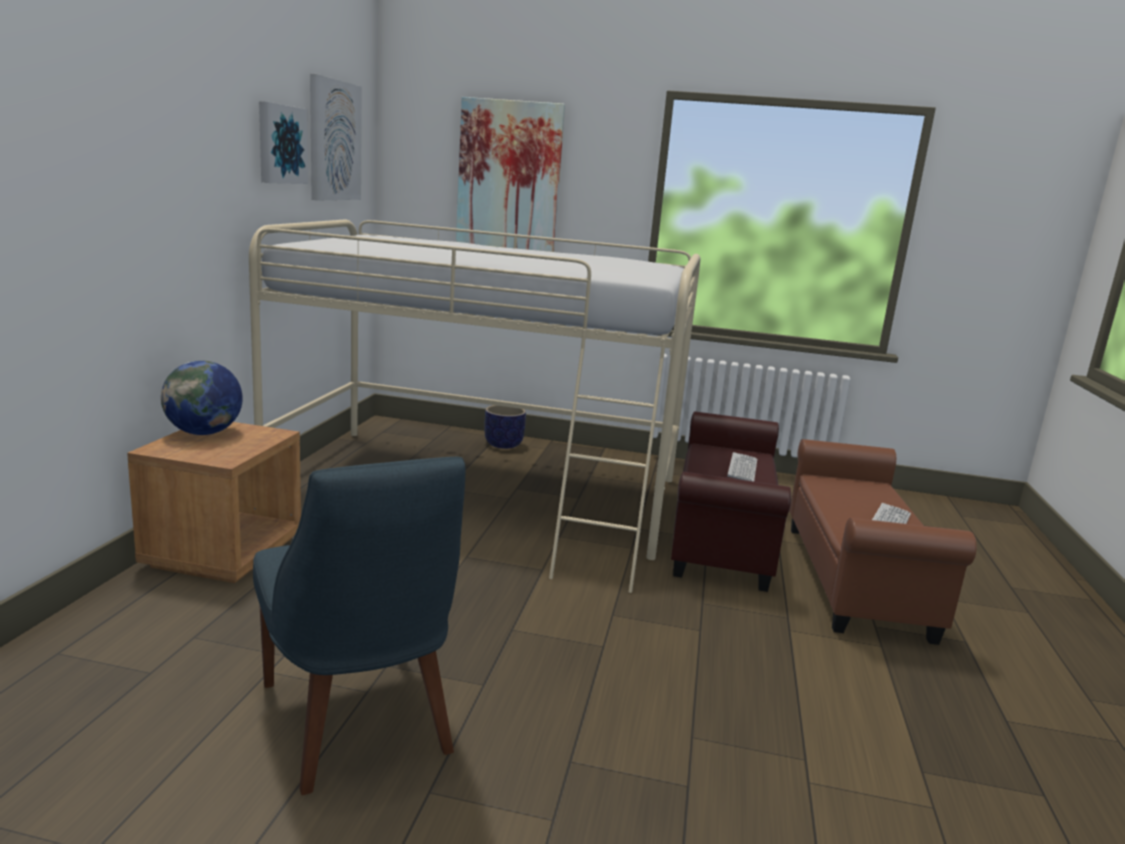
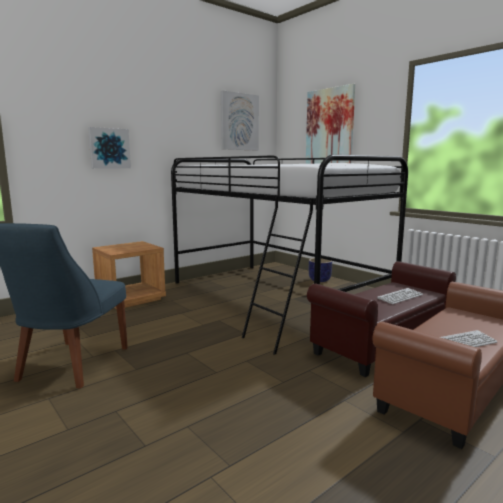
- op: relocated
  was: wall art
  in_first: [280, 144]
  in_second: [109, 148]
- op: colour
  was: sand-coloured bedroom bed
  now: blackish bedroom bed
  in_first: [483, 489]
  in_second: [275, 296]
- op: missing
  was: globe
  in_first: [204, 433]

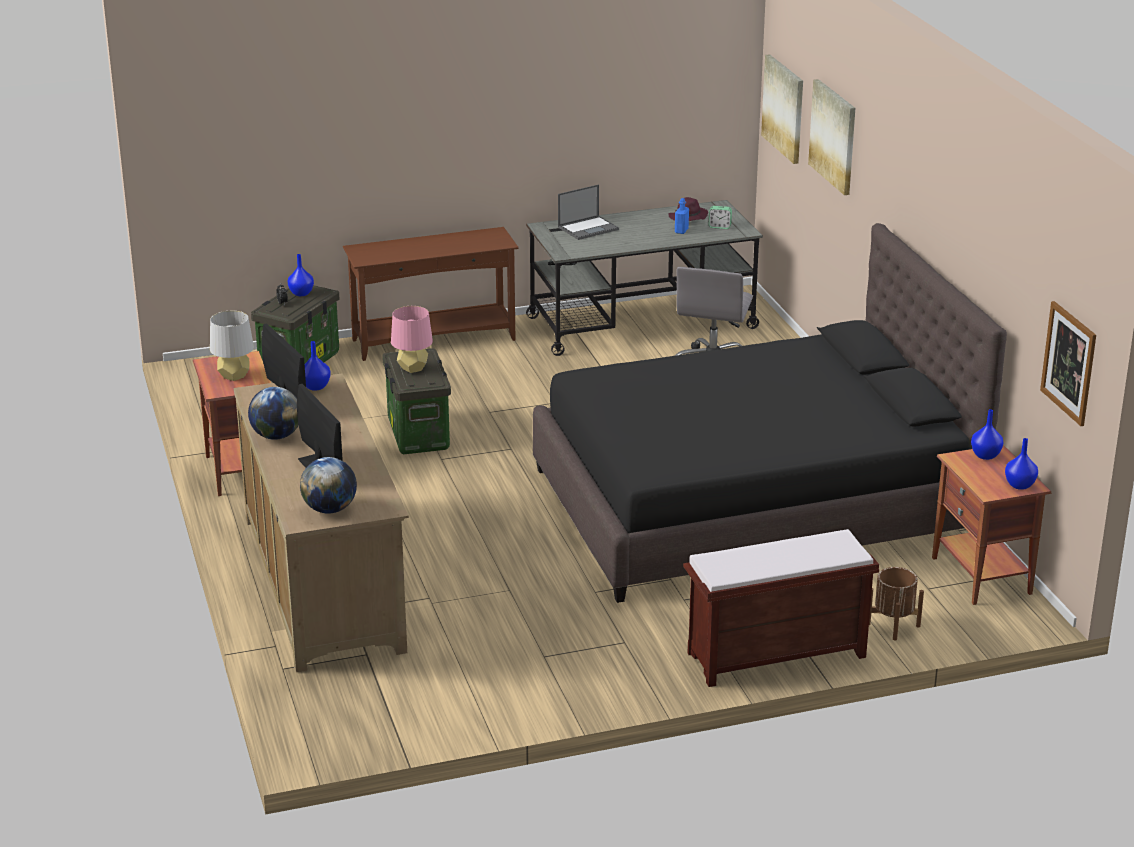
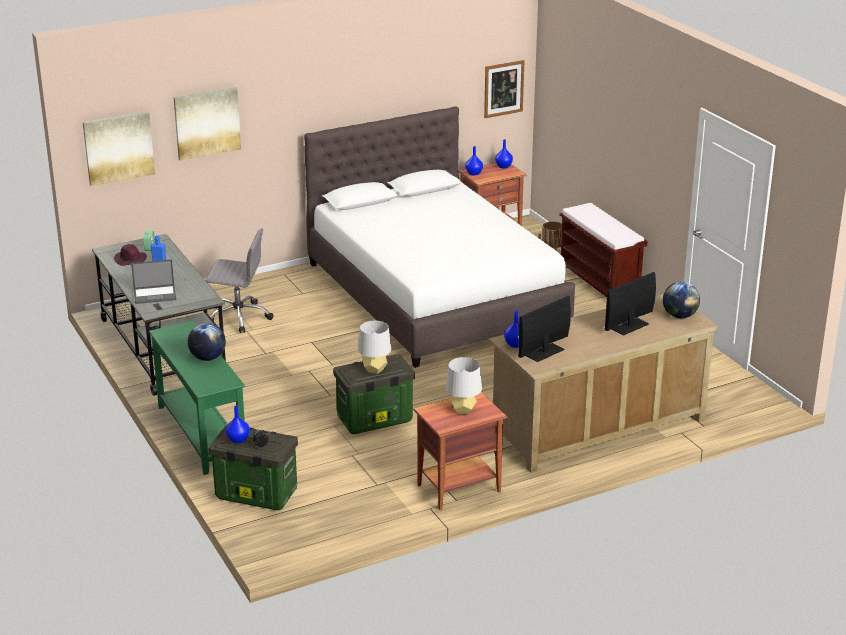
- op: spun
  was: portable computer
  in_first: [588, 228]
  in_second: [155, 294]
  clockwise: 120
- op: colour
  was: blackish bedroom bed
  now: white-coloured bedroom bed
  in_first: [754, 504]
  in_second: [435, 294]
- op: colour
  was: brown-coloured hall table
  now: greenish hall table
  in_first: [434, 339]
  in_second: [201, 434]
- op: colour
  was: pink lamp for a table
  now: gray lamp for a table
  in_first: [412, 368]
  in_second: [375, 370]
- op: relocated
  was: globe
  in_first: [276, 436]
  in_second: [208, 358]

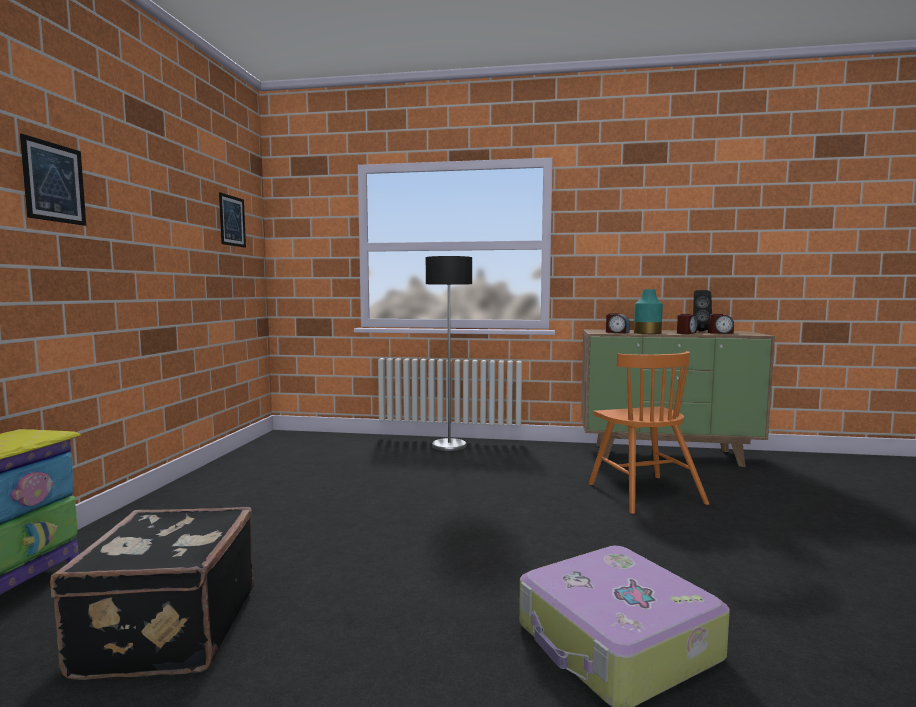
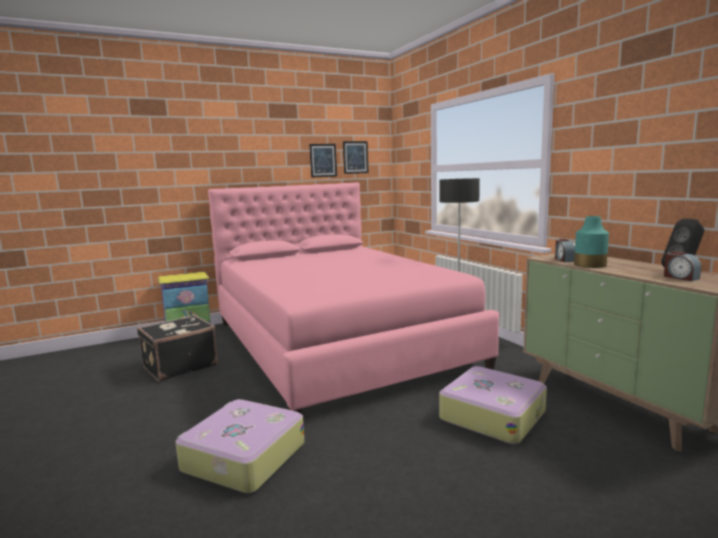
- op: relocated
  was: wall art
  in_first: [54, 182]
  in_second: [323, 160]
- op: missing
  was: table clock
  in_first: [686, 333]
- op: exchanged
  was: orangey plain chair
  now: suitcase
  in_first: [642, 491]
  in_second: [492, 415]
- op: appeared
  now: pink bedroom bed
  in_second: [337, 342]

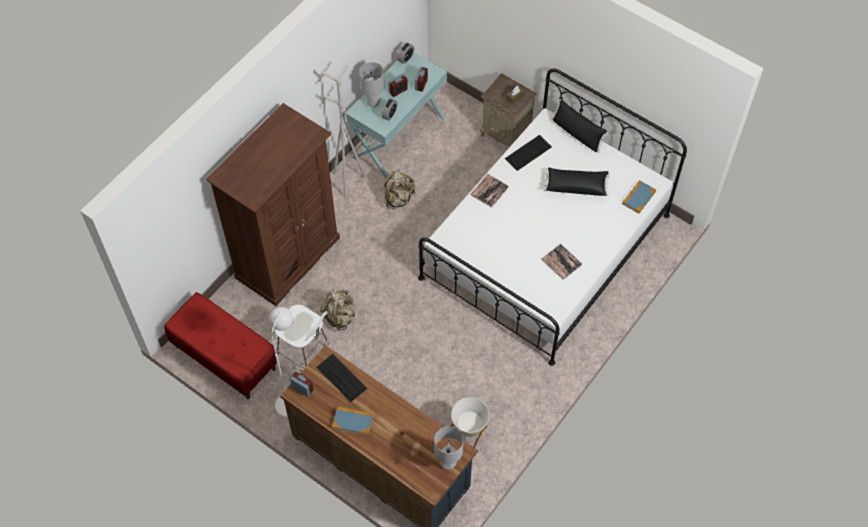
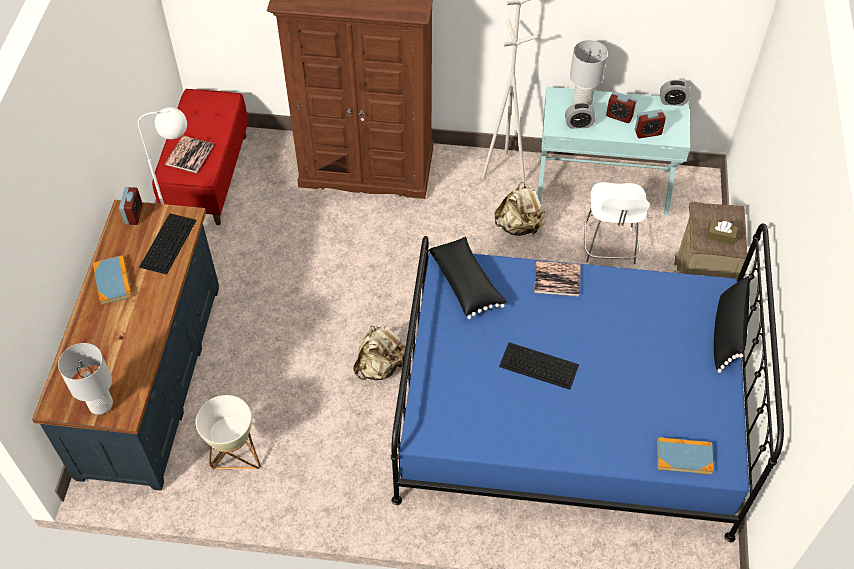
- op: colour
  was: white-coloured bedroom bed
  now: bluish bedroom bed
  in_first: [545, 246]
  in_second: [567, 410]
- op: relocated
  was: PC keyboard
  in_first: [528, 153]
  in_second: [538, 365]
- op: relocated
  was: blackish pillow
  in_first: [576, 186]
  in_second: [466, 283]
- op: relocated
  was: bound book
  in_first: [561, 262]
  in_second: [189, 155]
- op: relocated
  was: sand-coloured backpack
  in_first: [340, 316]
  in_second: [380, 366]
- op: relocated
  was: white-coloured sitting stool
  in_first: [305, 352]
  in_second: [608, 250]

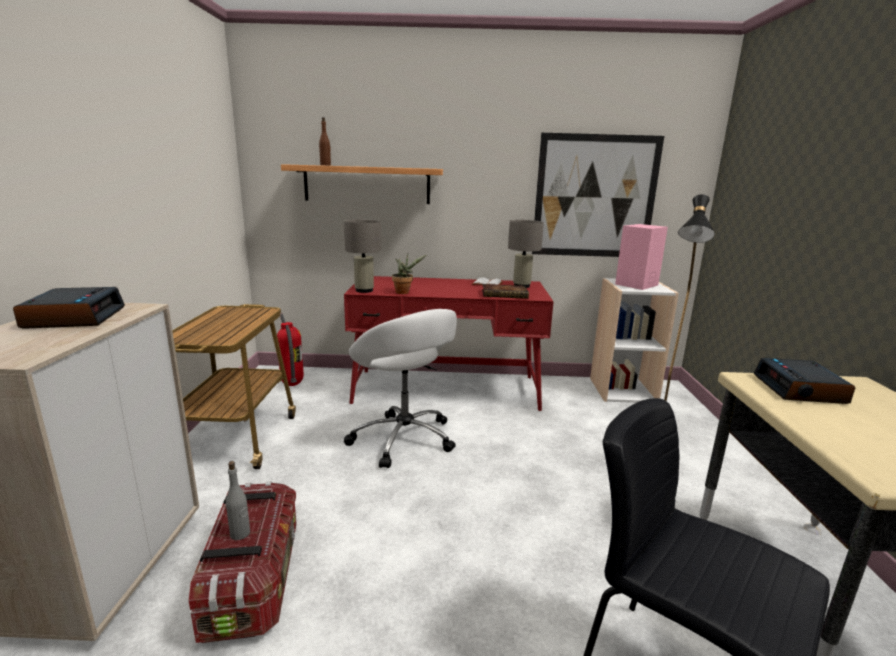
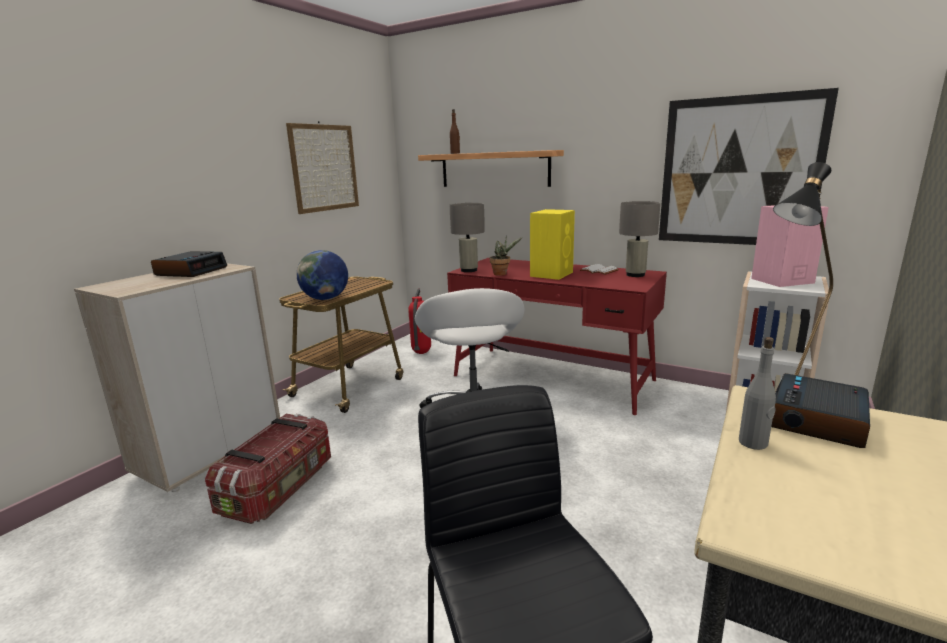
- op: missing
  was: bound book
  in_first: [505, 294]
- op: relocated
  was: gray beverage bottle
  in_first: [240, 533]
  in_second: [753, 443]
- op: appeared
  now: wall art
  in_second: [324, 166]
- op: appeared
  now: yellowish audio speaker
  in_second: [552, 274]
- op: appeared
  now: globe
  in_second: [325, 299]

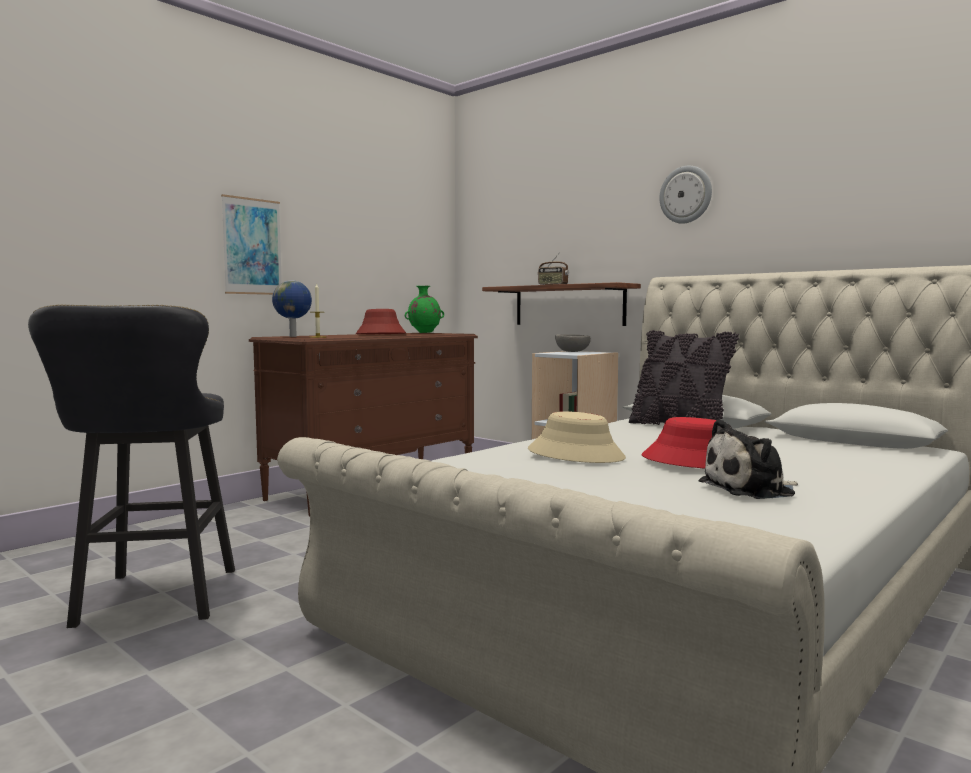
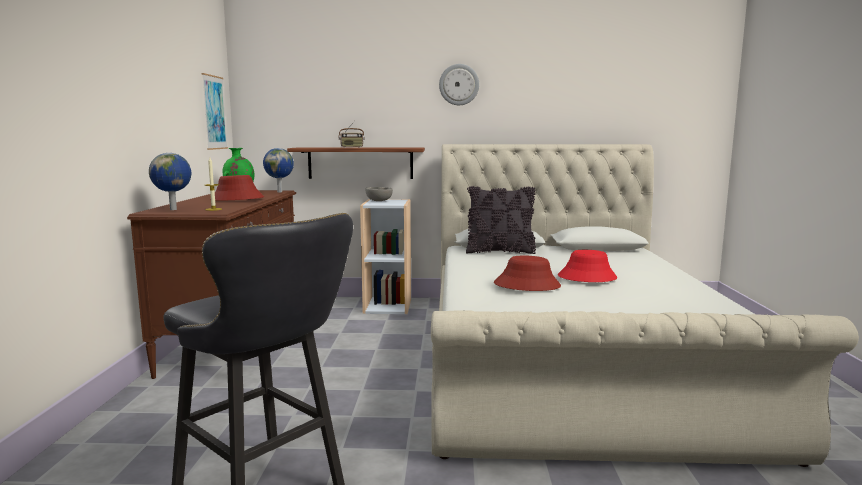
- op: relocated
  was: wall art
  in_first: [252, 246]
  in_second: [214, 112]
- op: colour
  was: sand-coloured hat
  now: red-coloured hat
  in_first: [576, 455]
  in_second: [527, 285]
- op: missing
  was: plush toy
  in_first: [751, 489]
- op: appeared
  now: globe
  in_second: [280, 192]

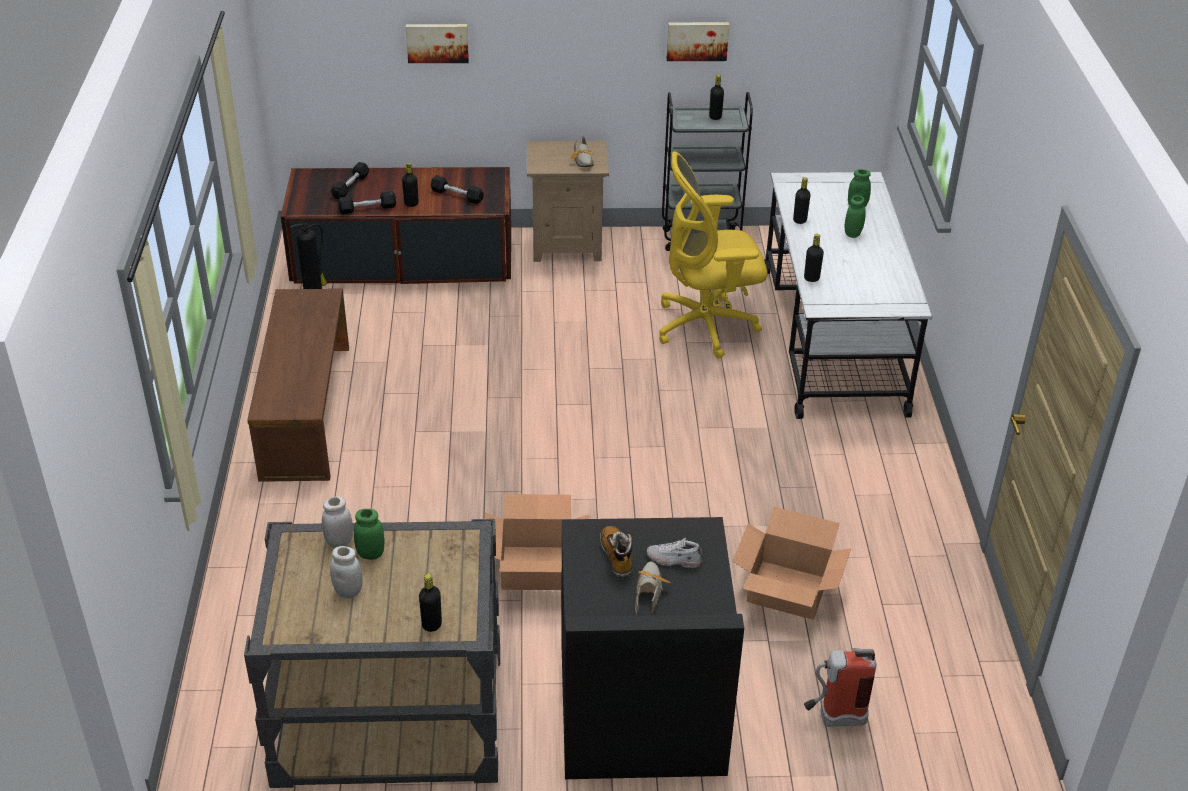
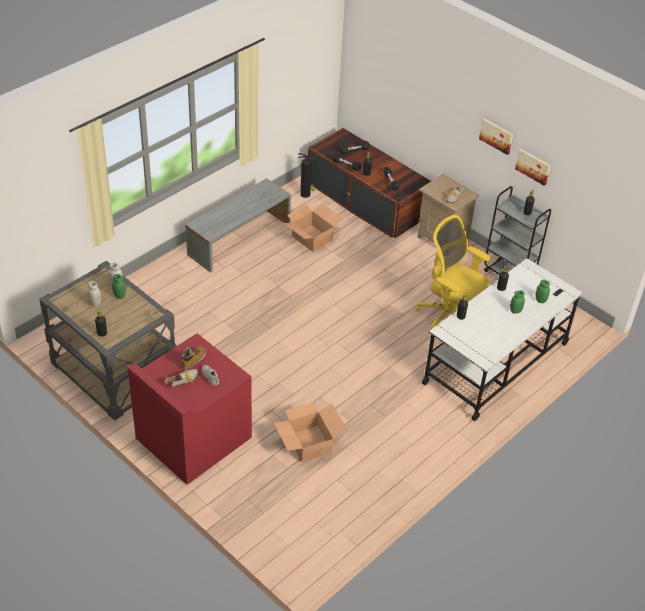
- op: relocated
  was: wall art
  in_first: [437, 42]
  in_second: [496, 135]
- op: colour
  was: brown-coloured indoor bench
  now: gray indoor bench
  in_first: [304, 410]
  in_second: [239, 238]
- op: relocated
  was: cardboard box
  in_first: [536, 567]
  in_second: [312, 238]
- op: colour
  was: blackish laundry machine
  now: red-coloured laundry machine
  in_first: [639, 707]
  in_second: [193, 437]
- op: missing
  was: fire-fighting cylinder
  in_first: [833, 719]

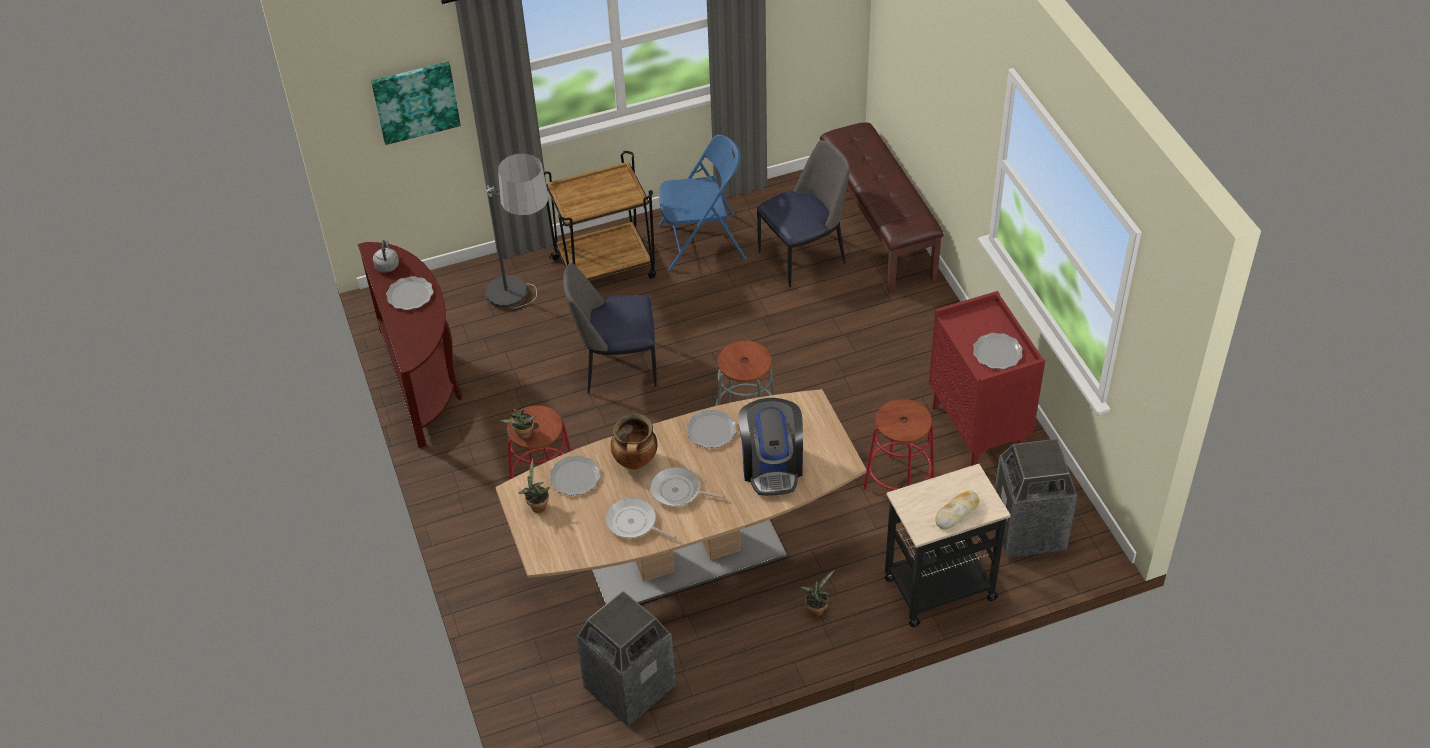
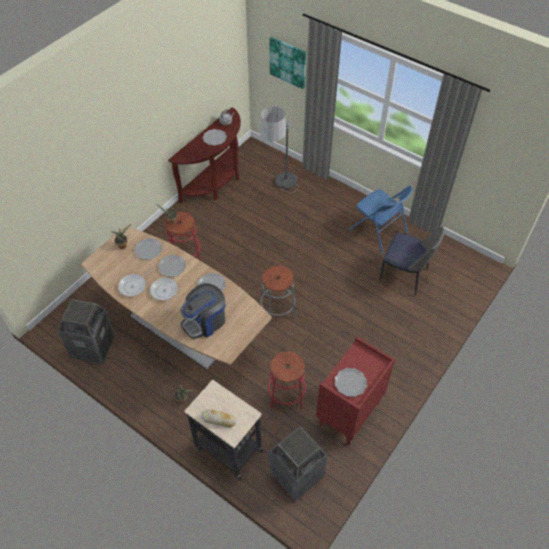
- op: missing
  was: brown-coloured indoor bench
  in_first: [878, 229]
- op: missing
  was: brown-coloured trolley
  in_first: [605, 267]
- op: missing
  was: plain chair
  in_first: [617, 366]
- op: exchanged
  was: stockpot
  now: plate
  in_first: [636, 462]
  in_second: [172, 267]
- op: spun
  was: frying pan
  in_first: [634, 523]
  in_second: [134, 285]
  clockwise: -135

